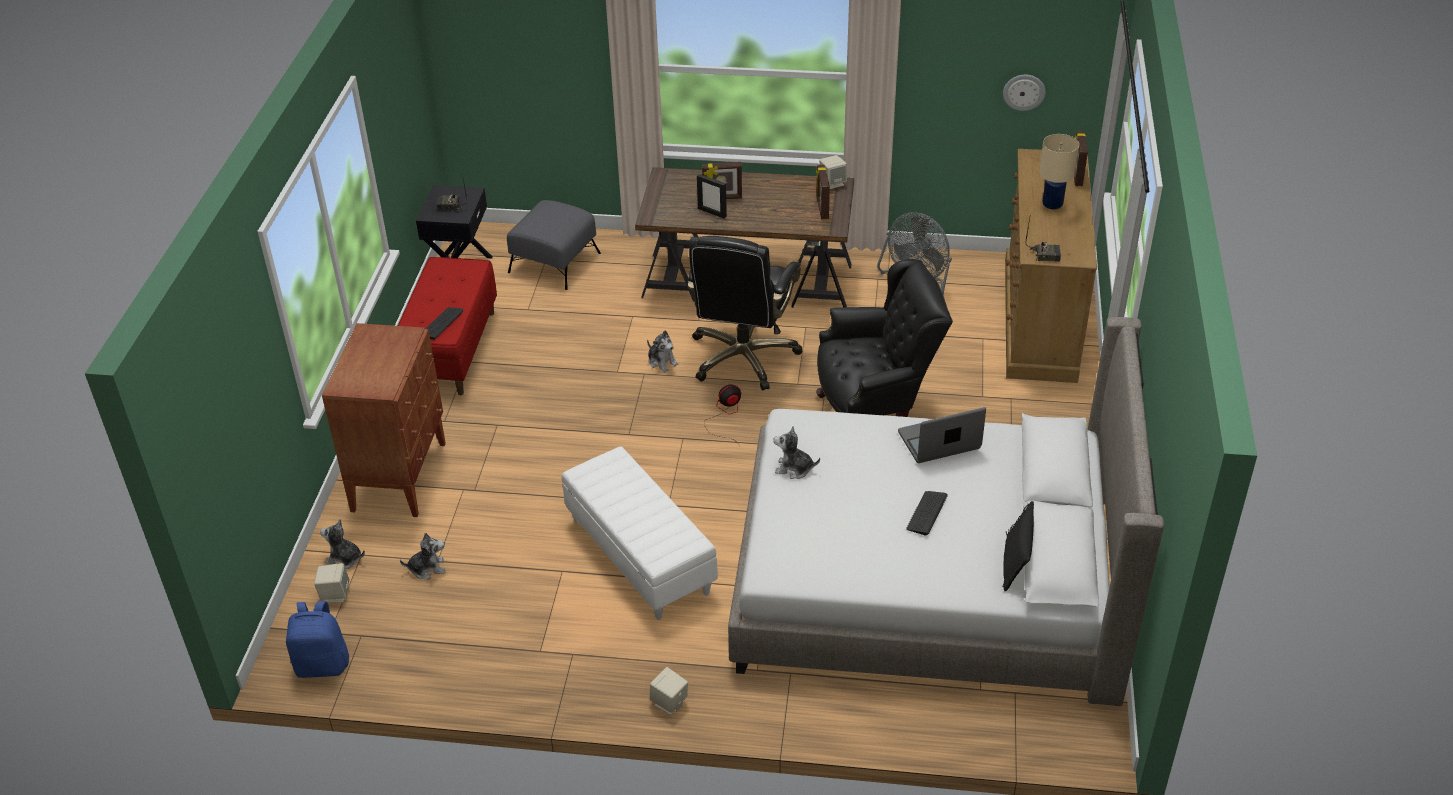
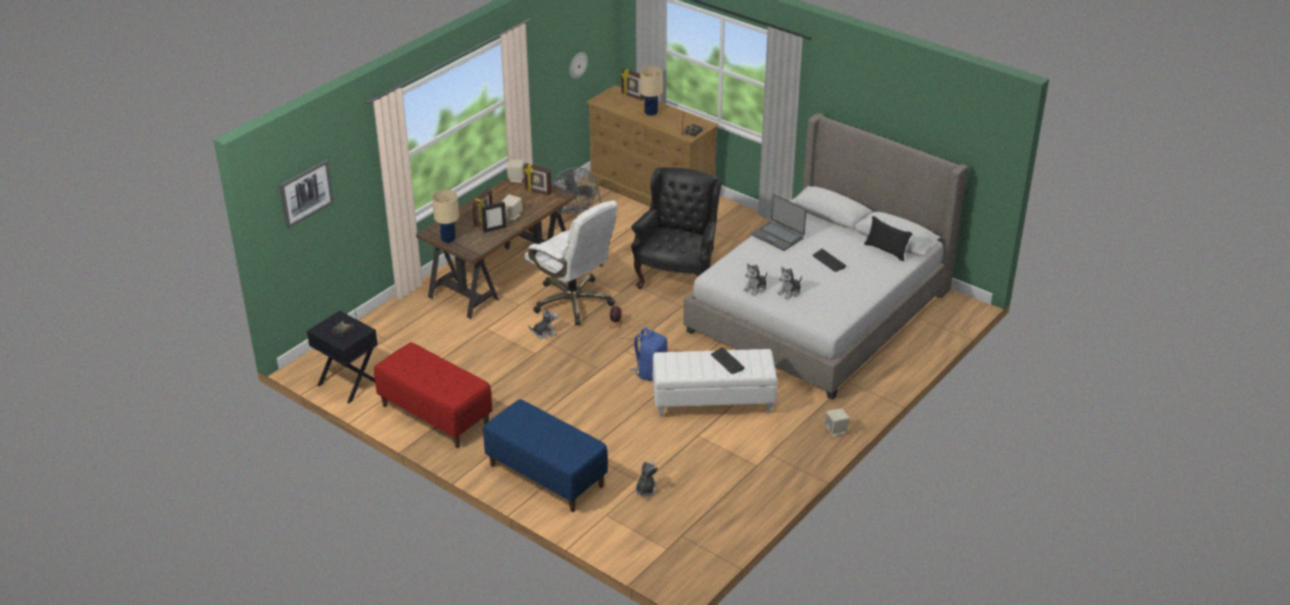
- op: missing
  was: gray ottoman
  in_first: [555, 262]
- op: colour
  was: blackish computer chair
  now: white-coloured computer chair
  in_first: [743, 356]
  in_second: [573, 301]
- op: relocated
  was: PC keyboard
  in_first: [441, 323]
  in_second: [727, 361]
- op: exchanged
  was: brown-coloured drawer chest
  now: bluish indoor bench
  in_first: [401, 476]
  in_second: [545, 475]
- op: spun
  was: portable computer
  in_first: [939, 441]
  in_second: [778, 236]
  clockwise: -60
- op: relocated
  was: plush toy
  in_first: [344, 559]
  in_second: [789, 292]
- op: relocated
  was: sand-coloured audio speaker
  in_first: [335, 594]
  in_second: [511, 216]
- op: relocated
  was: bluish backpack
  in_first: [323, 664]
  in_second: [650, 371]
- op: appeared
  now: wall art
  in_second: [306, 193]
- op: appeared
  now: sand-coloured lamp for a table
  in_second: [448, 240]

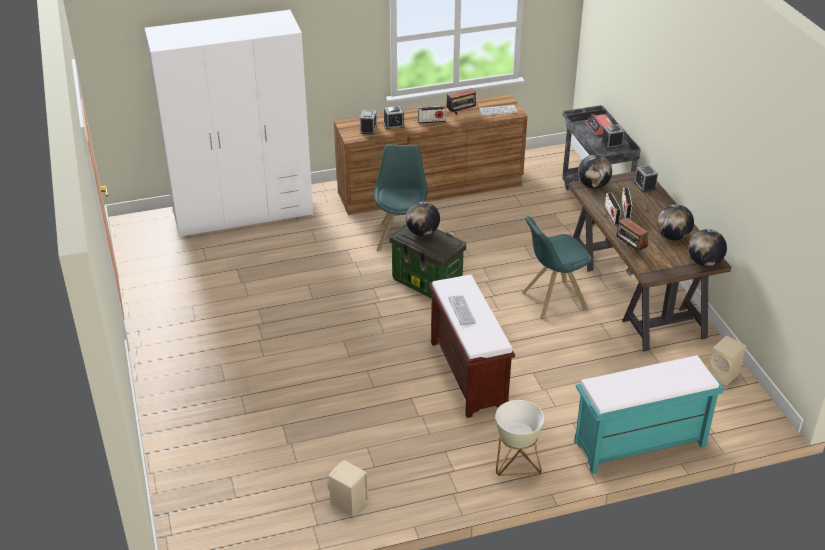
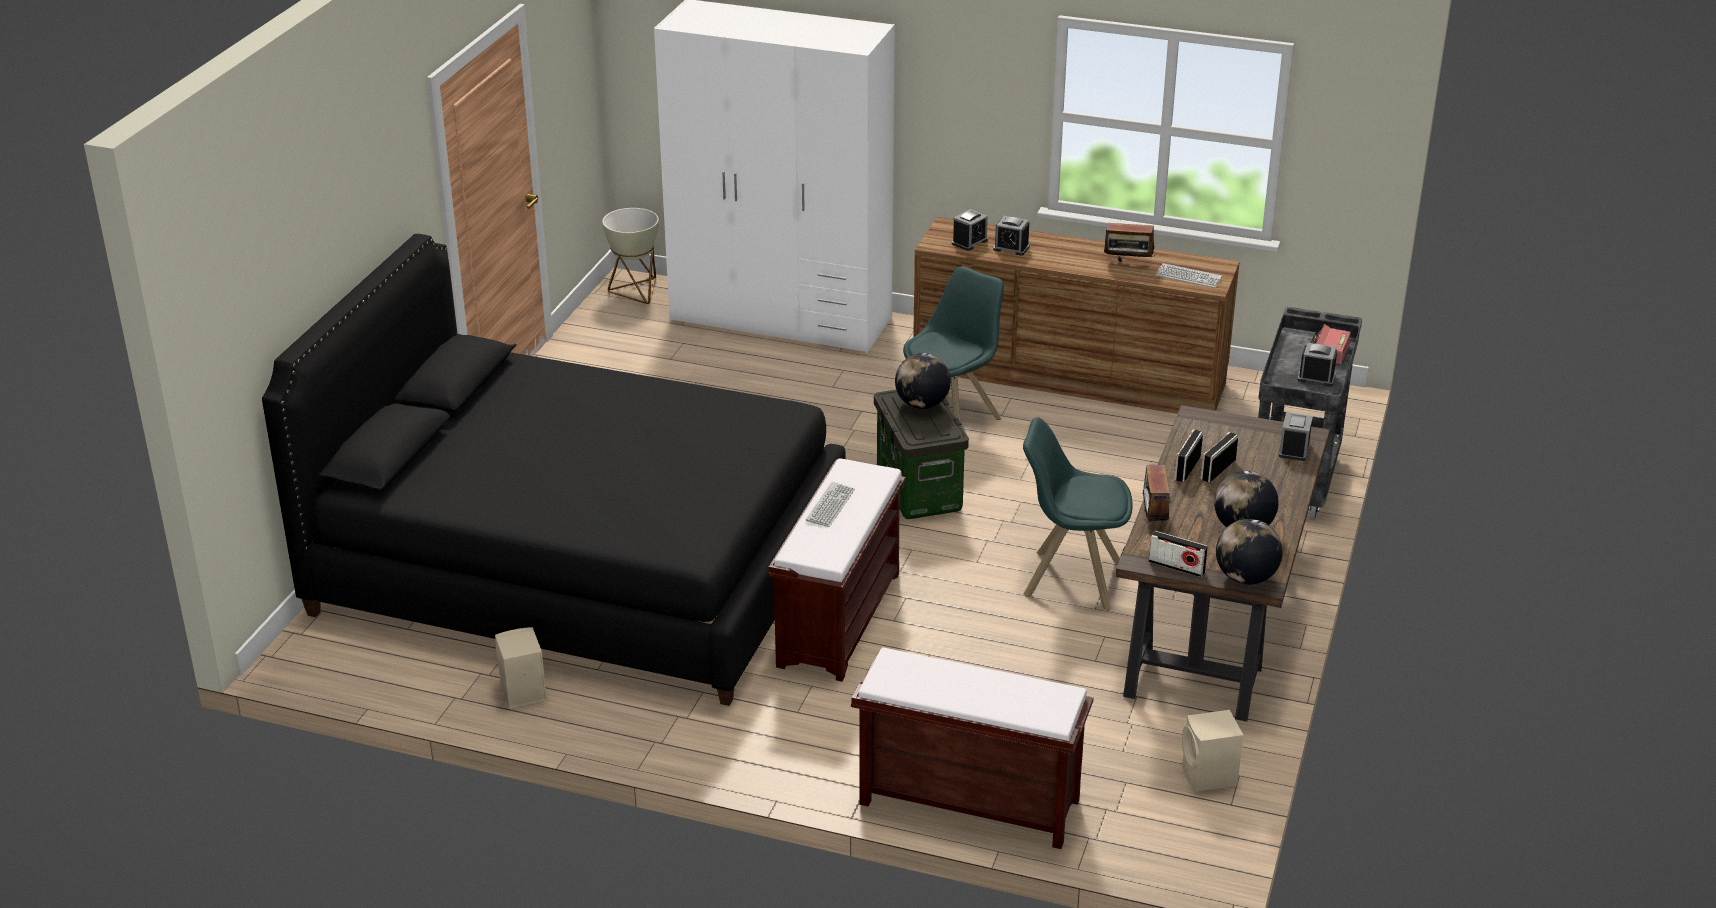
- op: relocated
  was: radio set
  in_first: [431, 121]
  in_second: [1176, 567]
- op: missing
  was: globe
  in_first: [593, 185]
- op: colour
  was: turquoise-coloured indoor bench
  now: brown-coloured indoor bench
  in_first: [638, 445]
  in_second: [967, 802]
- op: relocated
  was: flower pot
  in_first: [515, 465]
  in_second: [635, 291]
- op: appeared
  now: blackish bedroom bed
  in_second: [580, 567]

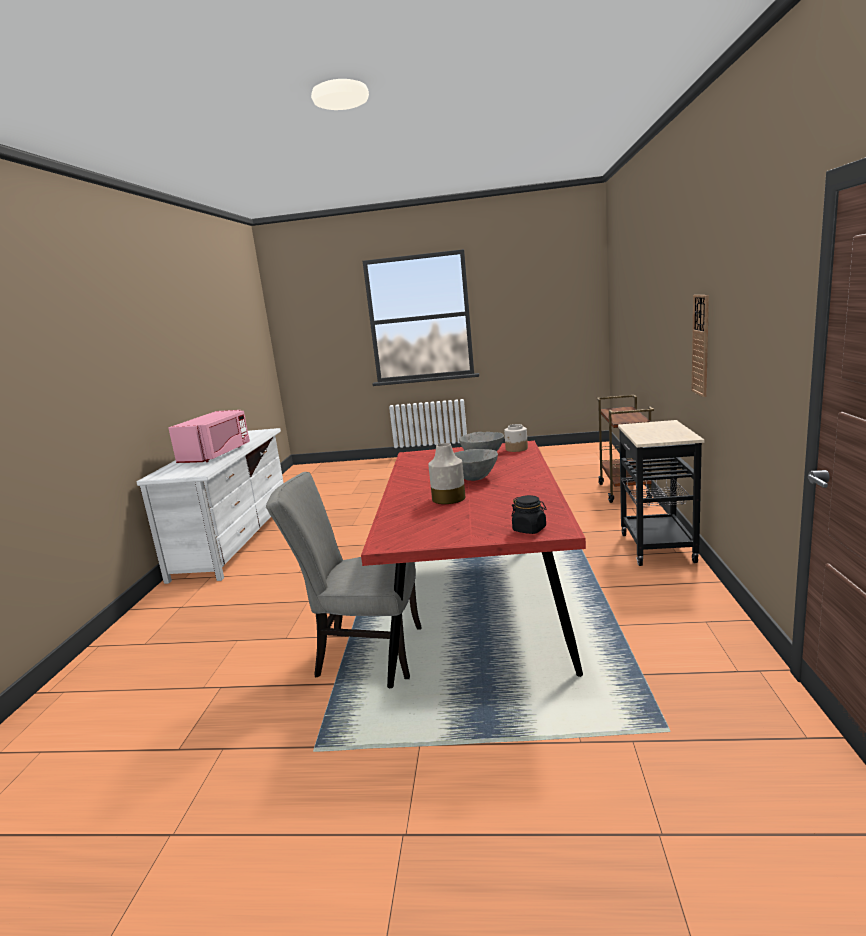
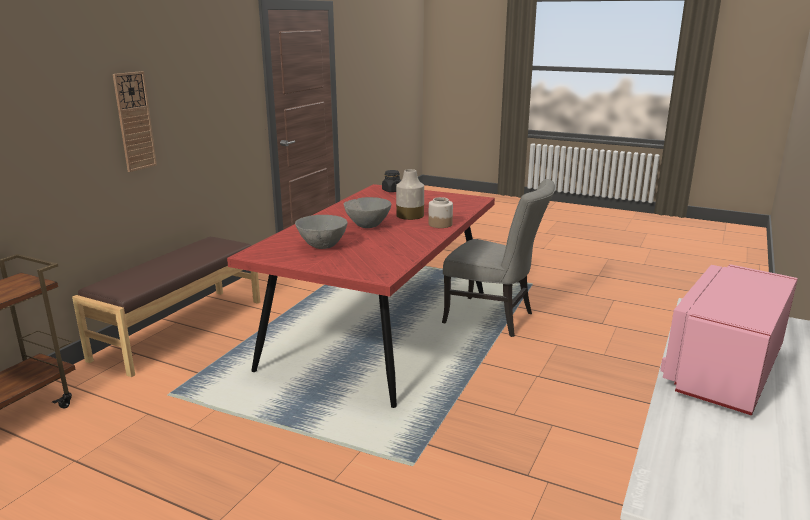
- op: exchanged
  was: trolley
  now: brown-coloured indoor bench
  in_first: [658, 549]
  in_second: [180, 329]
- op: relocated
  was: preserve jar
  in_first: [516, 449]
  in_second: [440, 224]

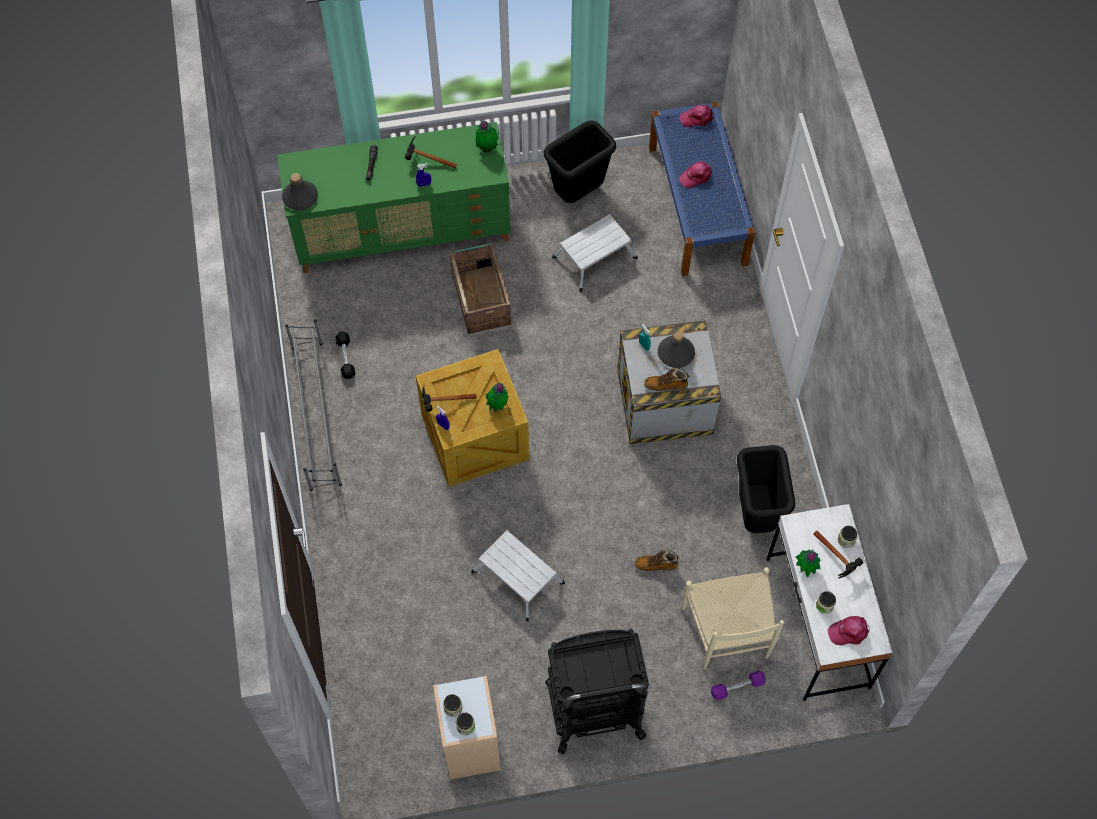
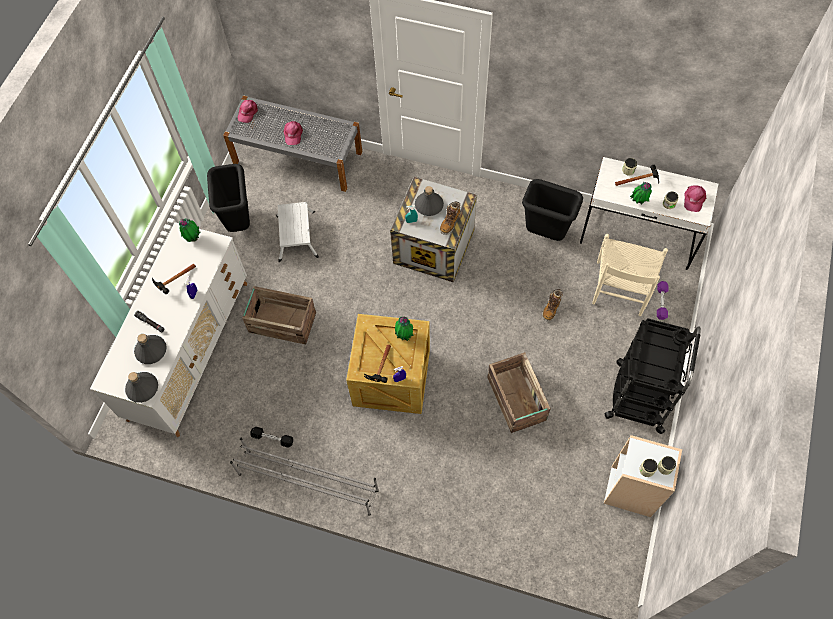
- op: colour
  was: bluish indoor bench
  now: gray indoor bench
  in_first: [698, 205]
  in_second: [298, 157]
- op: colour
  was: greenish drawer chest
  now: white-coloured drawer chest
  in_first: [401, 230]
  in_second: [189, 350]
- op: exchanged
  was: white-coloured step ladder
  now: shipping crate
  in_first: [517, 577]
  in_second: [516, 400]
- op: spun
  was: sand-coloured plain chair
  in_first: [728, 633]
  in_second: [620, 290]
  clockwise: 90
- op: appeared
  now: gray beverage bottle
  in_second: [151, 351]

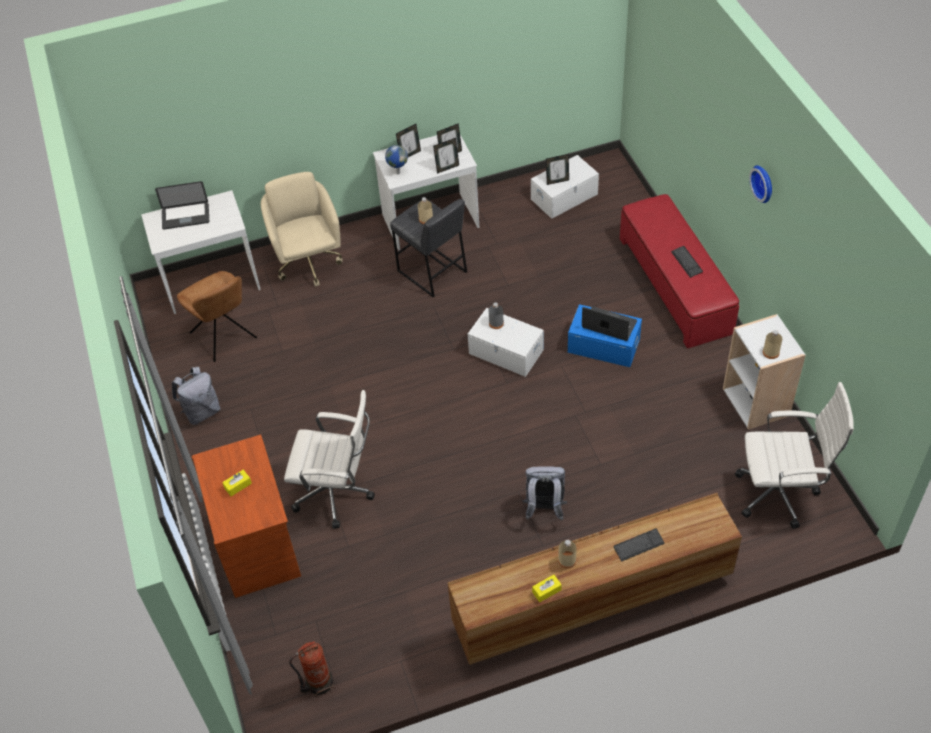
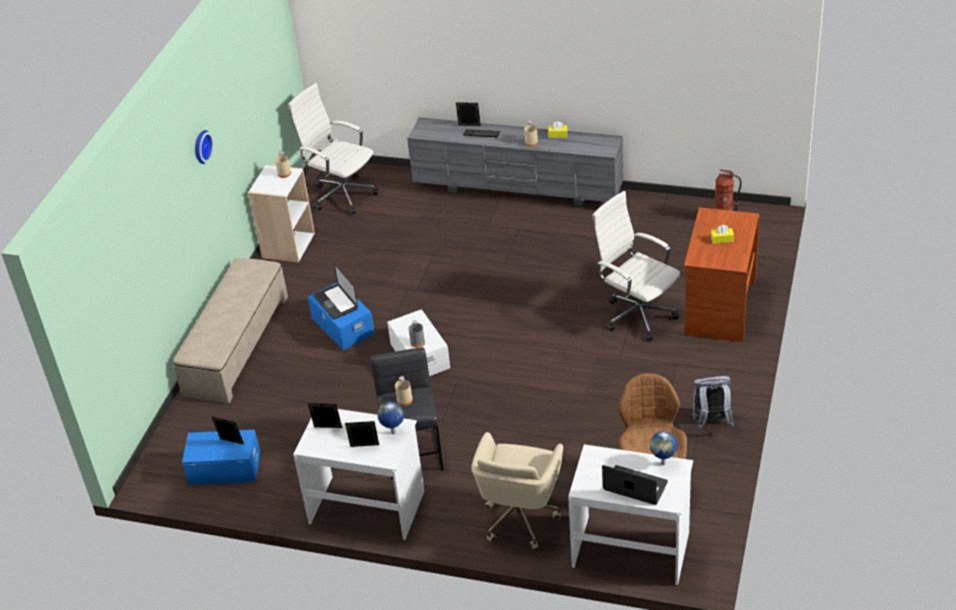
- op: relocated
  was: standing frame
  in_first: [447, 168]
  in_second: [469, 126]
- op: colour
  was: white-coloured storage container
  now: bluish storage container
  in_first: [565, 197]
  in_second: [224, 467]
- op: colour
  was: red-coloured indoor bench
  now: sand-coloured indoor bench
  in_first: [675, 285]
  in_second: [236, 344]
- op: missing
  was: PC keyboard
  in_first: [686, 262]
- op: missing
  was: gray backpack
  in_first: [544, 509]
- op: colour
  was: brown-coloured cabinet
  now: gray cabinet
  in_first: [593, 604]
  in_second: [517, 190]
- op: appeared
  now: globe
  in_second: [663, 463]

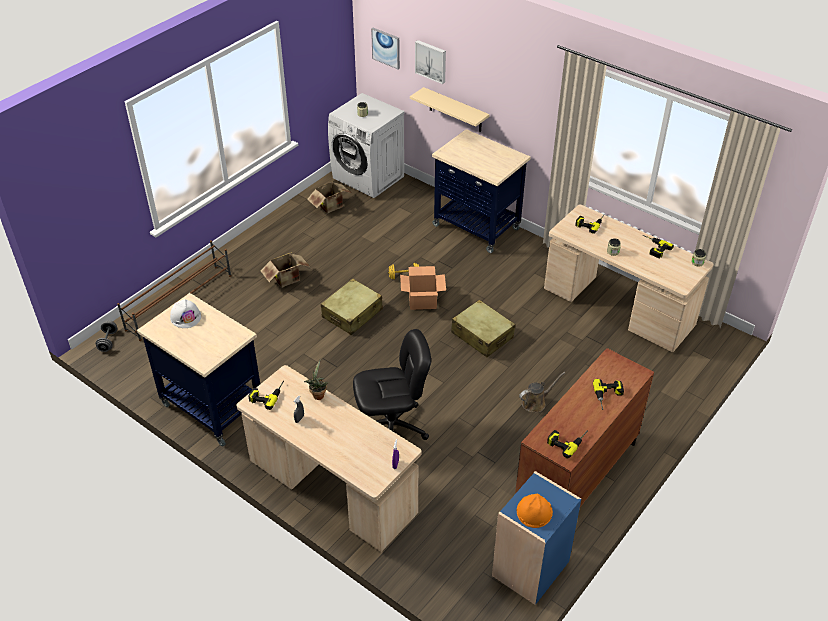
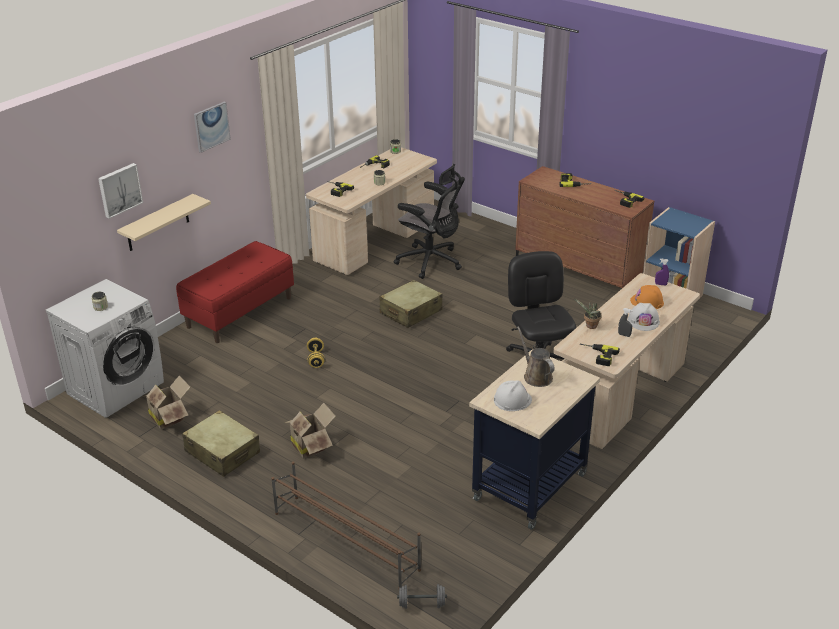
- op: relocated
  was: wall art
  in_first: [386, 48]
  in_second: [211, 126]
- op: exchanged
  was: bluish trolley
  now: red-coloured indoor bench
  in_first: [477, 228]
  in_second: [239, 312]
- op: missing
  was: cardboard box
  in_first: [422, 301]
- op: relocated
  was: sand-coloured suitcase
  in_first: [352, 313]
  in_second: [222, 452]
- op: relocated
  was: brown-coloured watering pot
  in_first: [536, 402]
  in_second: [536, 376]
- op: relocated
  was: orangey safety helmet
  in_first: [534, 511]
  in_second: [647, 302]
- op: appeared
  now: computer chair
  in_second: [430, 261]
- op: appeared
  now: white-coloured safety helmet
  in_second: [643, 321]

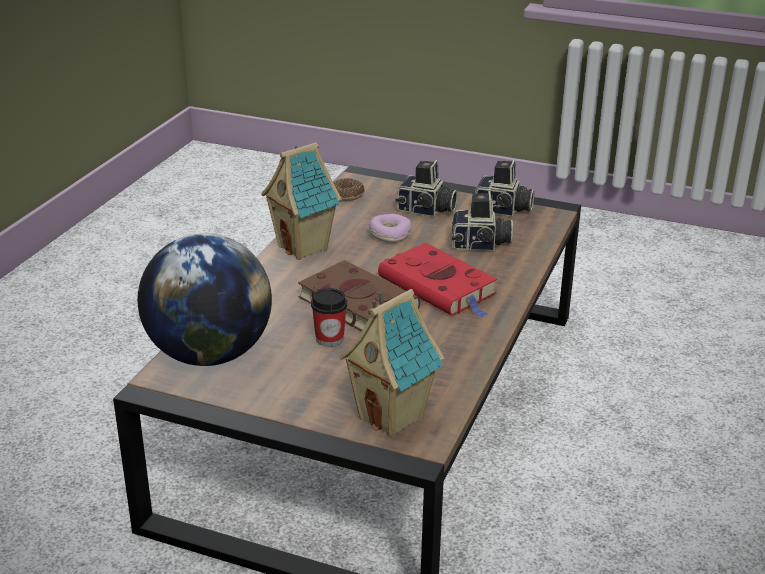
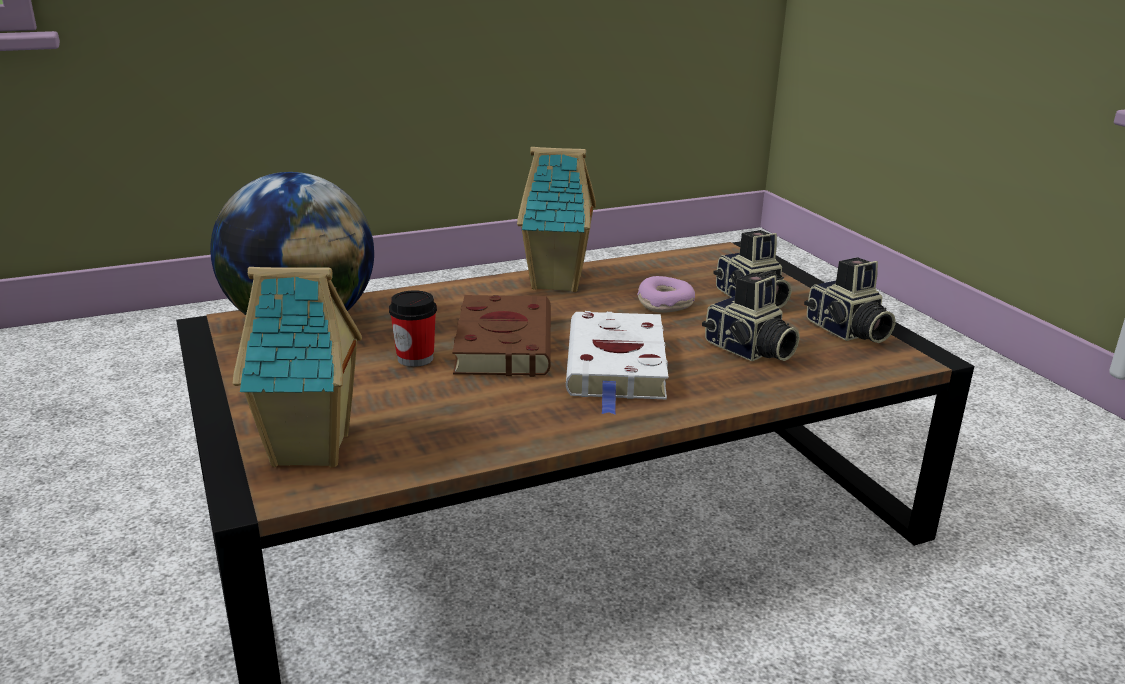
- op: missing
  was: donut
  in_first: [347, 195]
- op: colour
  was: red-coloured bound book
  now: white-coloured bound book
  in_first: [440, 287]
  in_second: [617, 367]

